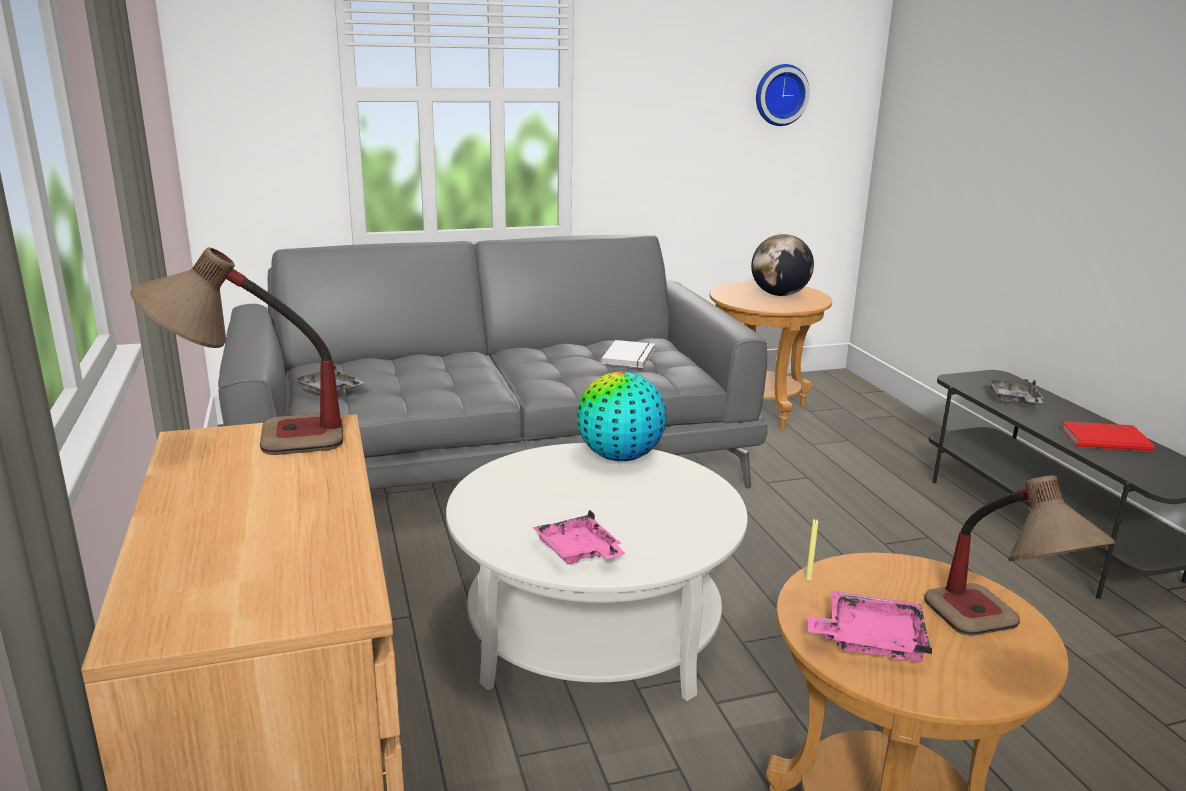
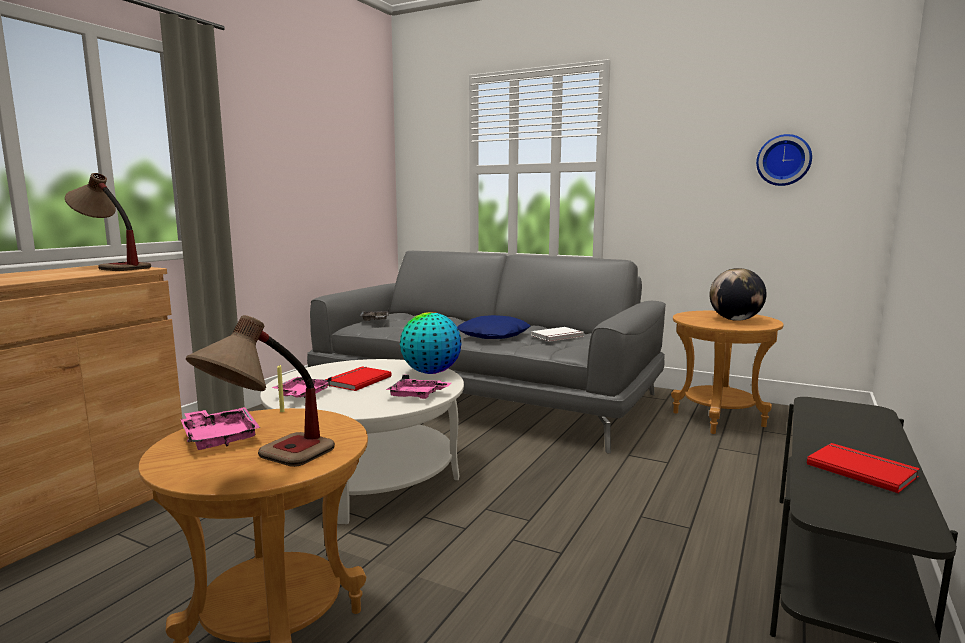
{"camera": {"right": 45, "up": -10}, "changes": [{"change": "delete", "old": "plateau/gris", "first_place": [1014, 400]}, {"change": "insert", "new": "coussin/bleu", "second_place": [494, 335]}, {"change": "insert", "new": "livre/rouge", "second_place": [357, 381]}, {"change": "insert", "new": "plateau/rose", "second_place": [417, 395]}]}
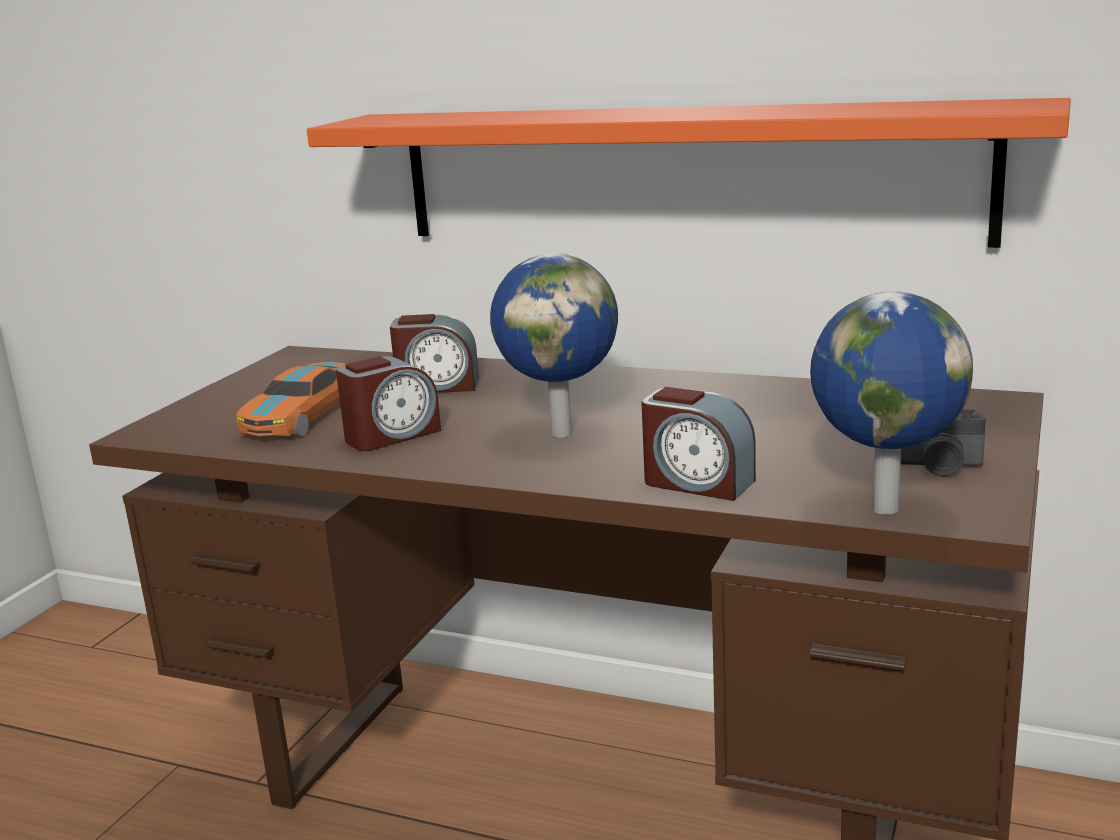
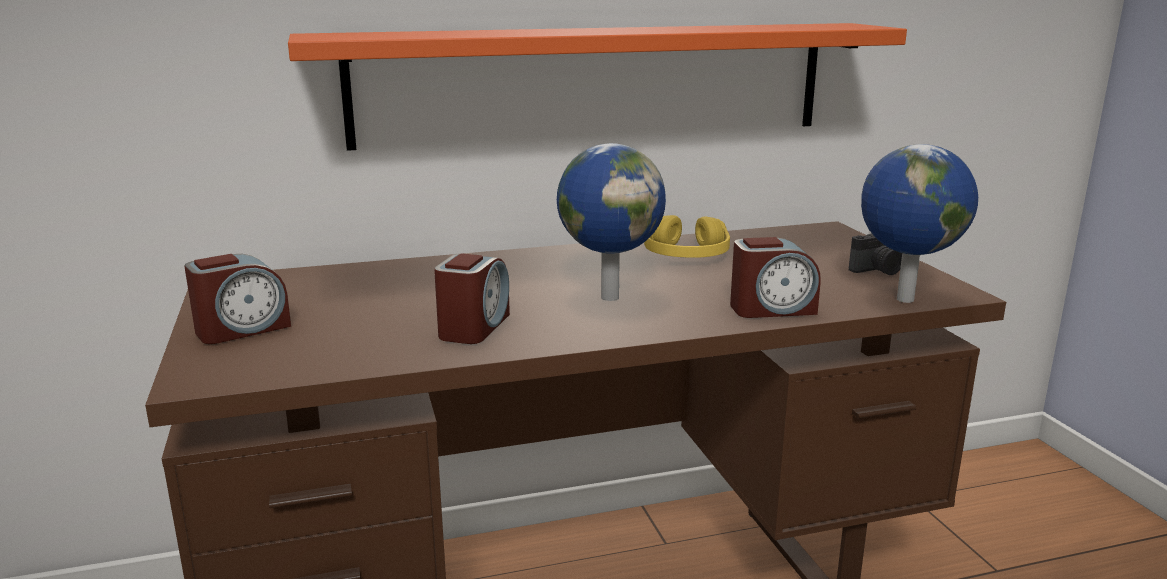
{"camera": {"right": -40, "up": 0}, "changes": [{"change": "move", "old": "réveil", "first_place": [437, 386], "second_place": [242, 329]}, {"change": "delete", "old": "petite voiture", "first_place": [300, 416]}, {"change": "insert", "new": "casque audio/jaune", "second_place": [686, 255]}]}
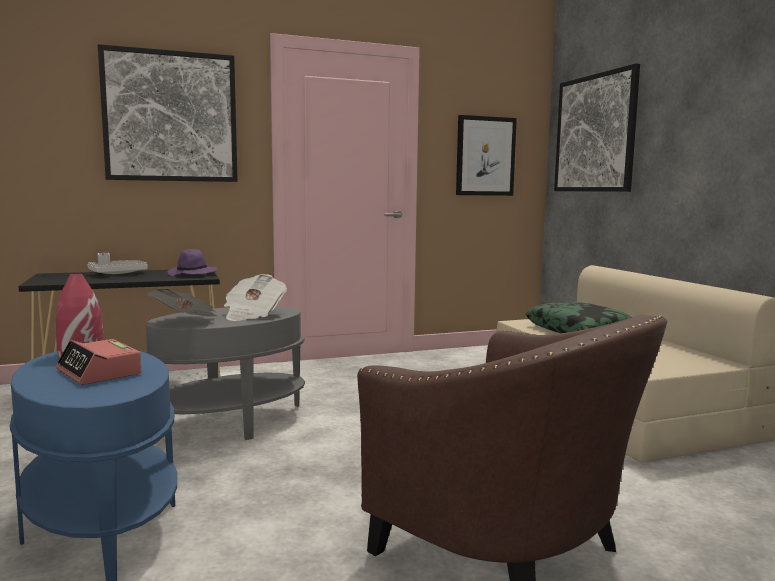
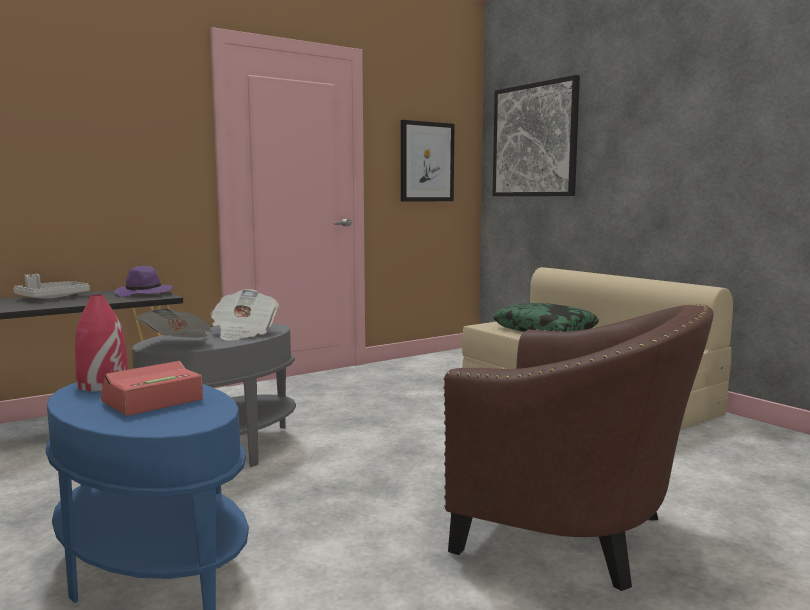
{"camera": {"right": -15, "up": 0}, "changes": [{"change": "delete", "old": "tableau", "first_place": [171, 117]}, {"change": "rotate", "old": "réveil", "first_place": [99, 372], "second_place": [152, 401], "degrees": 105}]}
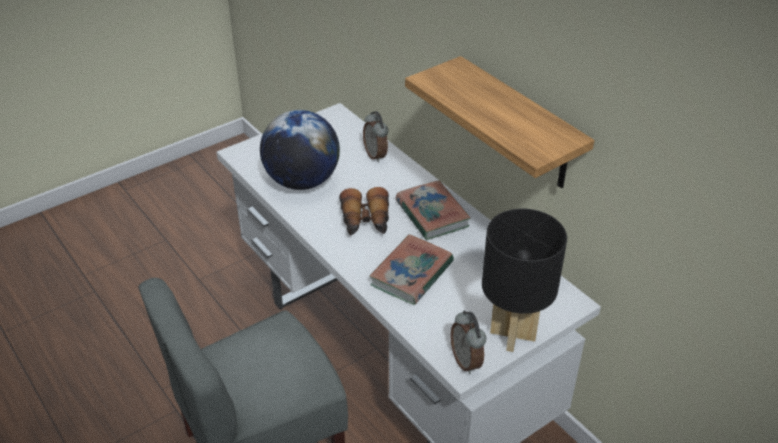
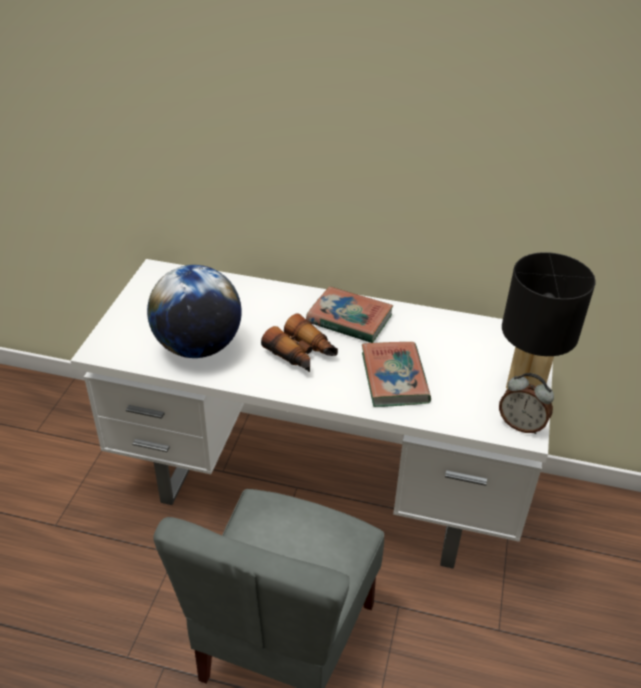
{"camera": {"right": -40, "up": 0}, "changes": [{"change": "delete", "old": "étagère", "first_place": [519, 125]}, {"change": "delete", "old": "réveil", "first_place": [376, 155]}]}
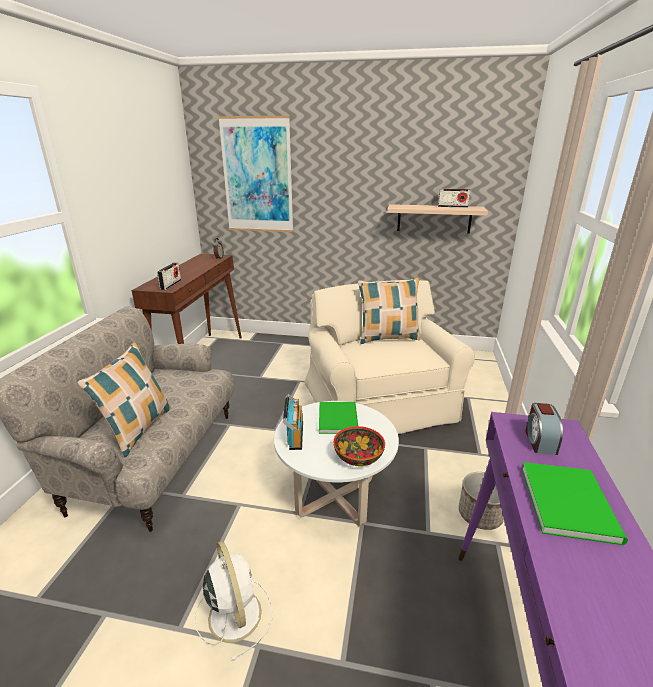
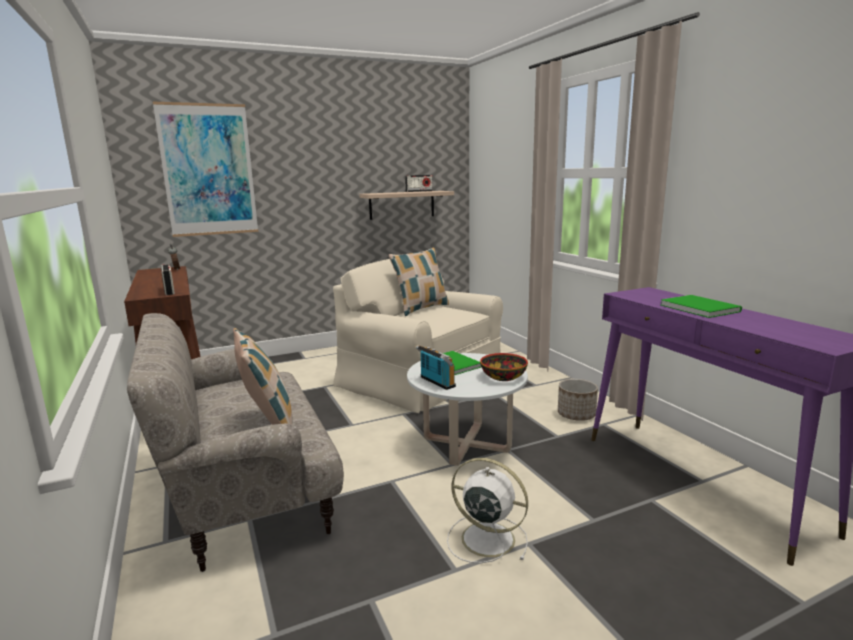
{"camera": {"right": -35, "up": -10}, "changes": [{"change": "delete", "old": "réveil", "first_place": [539, 441]}]}
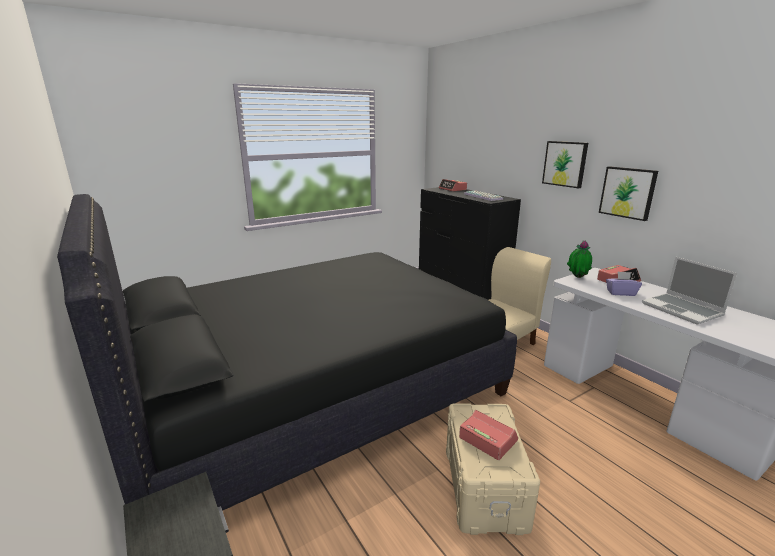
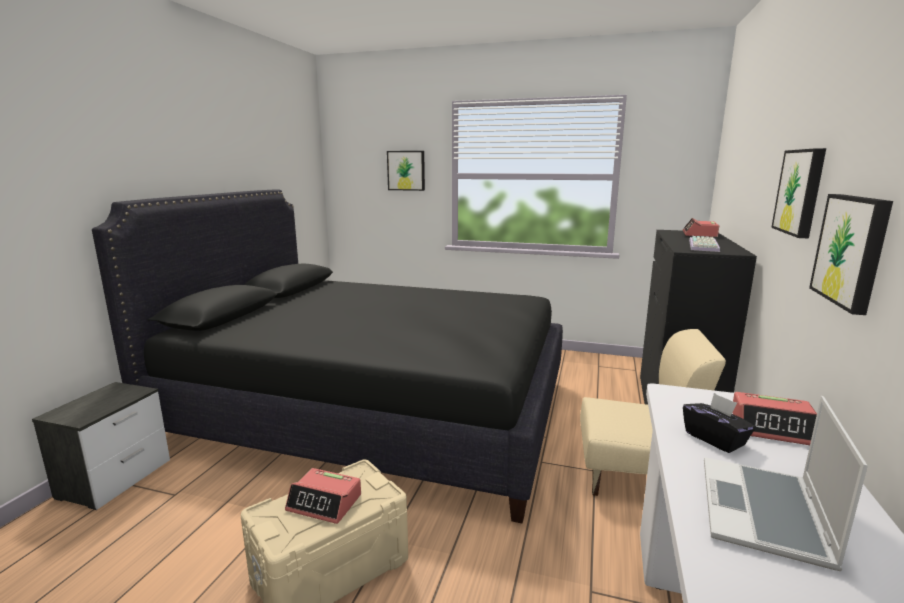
{"camera": {"right": 50, "up": -5}, "changes": [{"change": "delete", "old": "plante en pot", "first_place": [577, 278]}, {"change": "recolor", "old": "boîte à mouchoirs/violet", "new": "boîte à mouchoirs/noir", "first_place": [620, 293], "second_place": [715, 439]}, {"change": "rotate", "old": "réveil", "first_place": [487, 439], "second_place": [325, 503], "degrees": 105}, {"change": "insert", "new": "tableau", "second_place": [406, 170]}]}
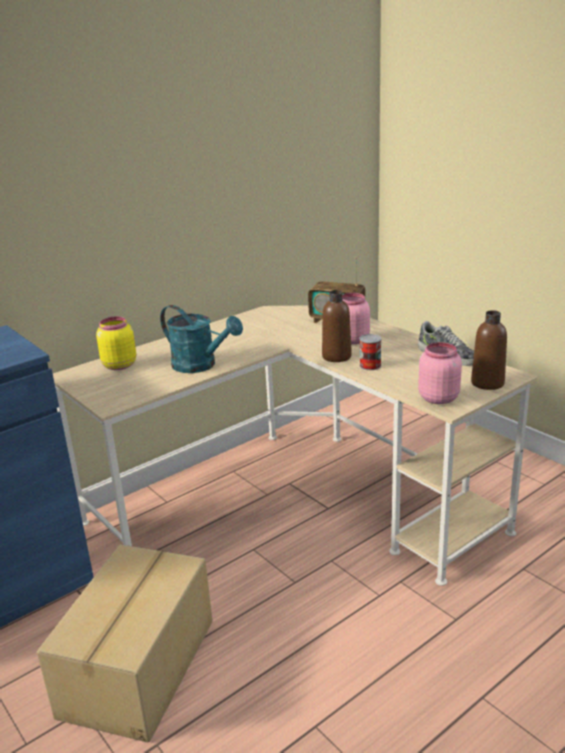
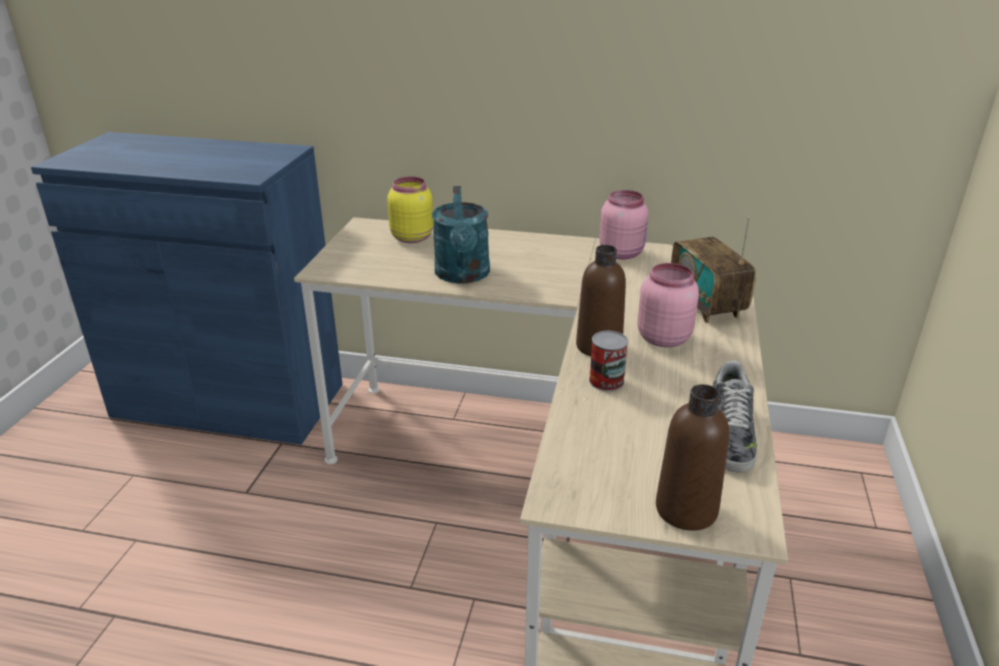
{"camera": {"right": 50, "up": 5}, "changes": [{"change": "move", "old": "bocal/rose", "first_place": [438, 397], "second_place": [622, 253]}, {"change": "delete", "old": "carton", "first_place": [141, 667]}]}
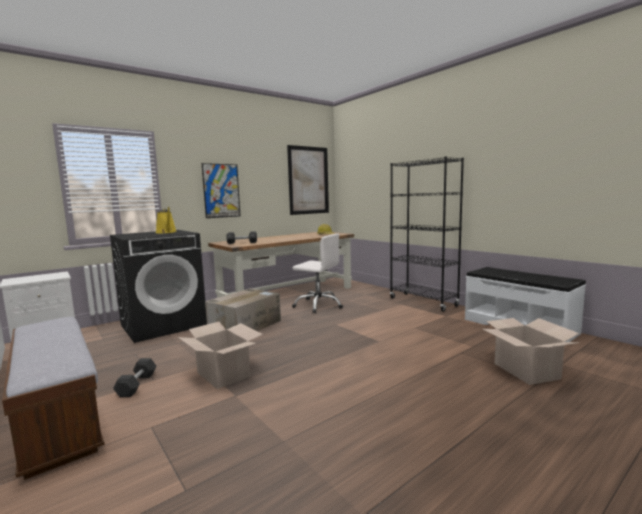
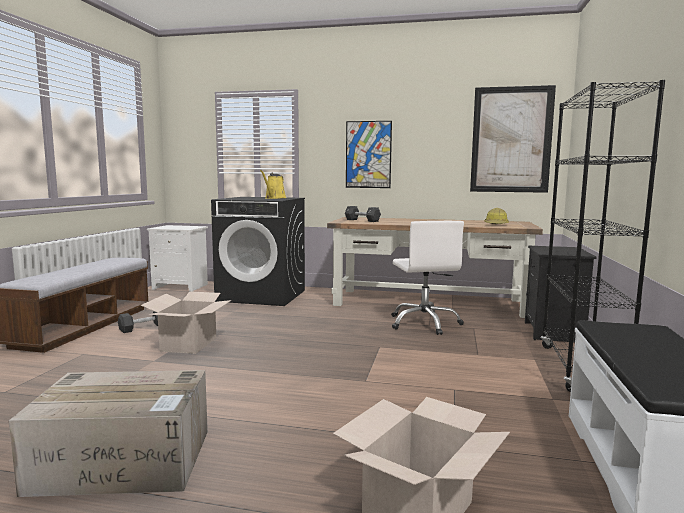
{"camera": {"right": 50, "up": 0}, "changes": [{"change": "move", "old": "carton", "first_place": [245, 325], "second_place": [125, 460]}, {"change": "insert", "new": "table de chevet/noir", "second_place": [554, 332]}]}
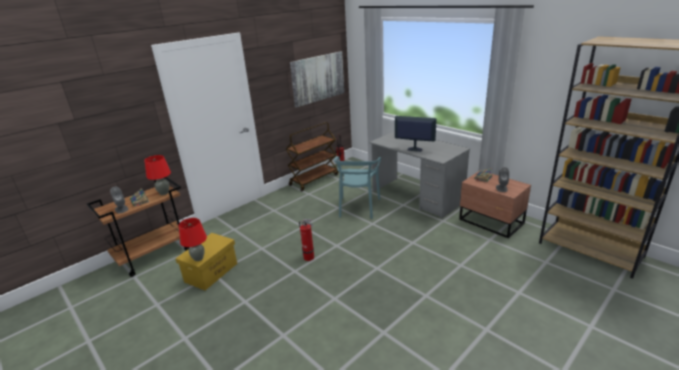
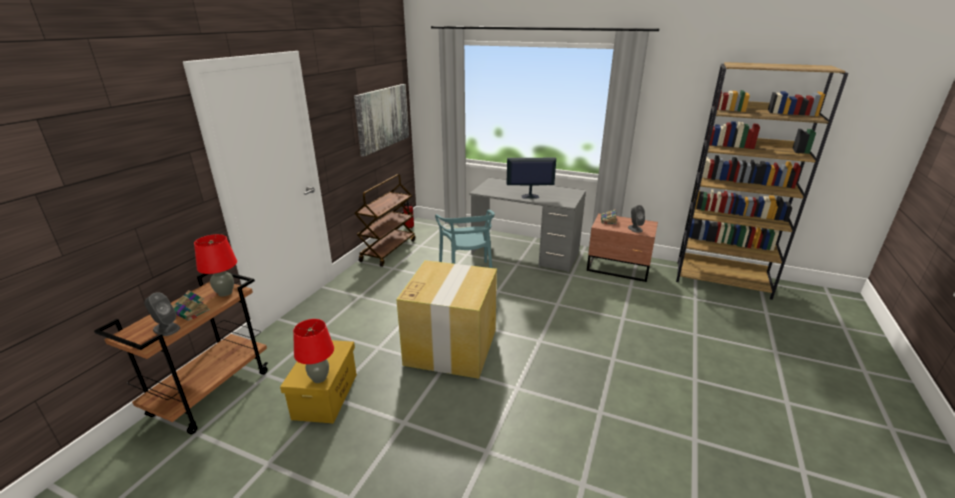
{"camera": {"right": -25, "up": 0}, "changes": [{"change": "replace", "old": "extincteur", "new": "carton", "first_place": [310, 258], "second_place": [451, 346]}]}
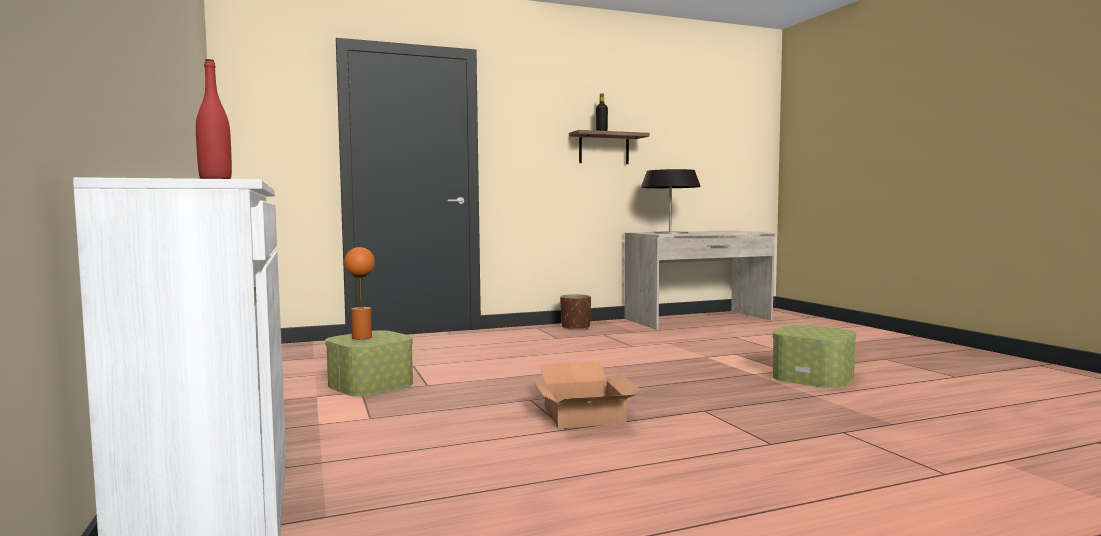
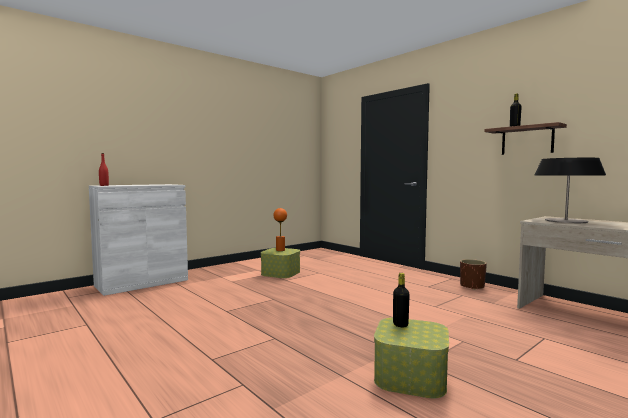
{"camera": {"right": 70, "up": 0}, "changes": [{"change": "delete", "old": "carton", "first_place": [582, 414]}, {"change": "insert", "new": "bouteille/noir", "second_place": [400, 324]}]}
